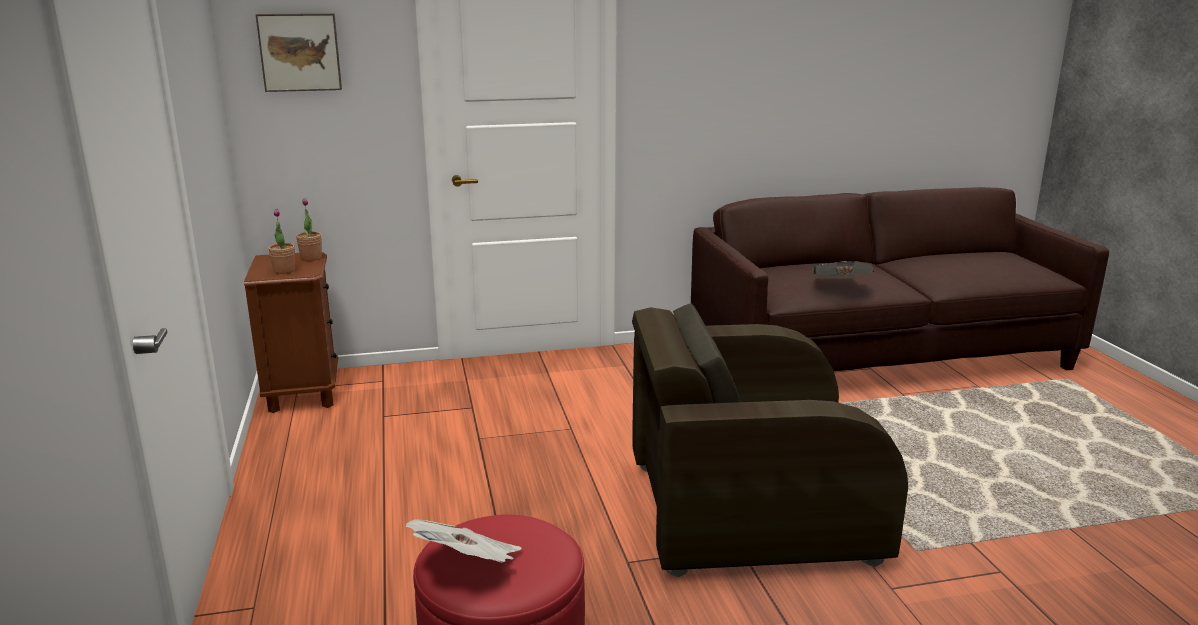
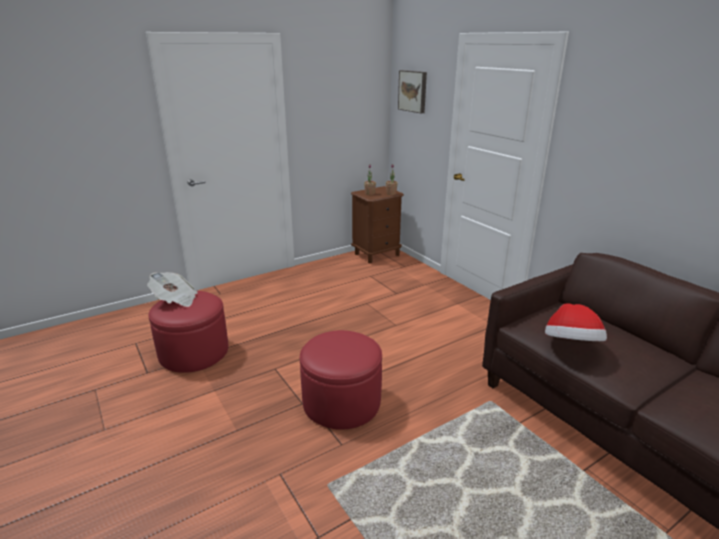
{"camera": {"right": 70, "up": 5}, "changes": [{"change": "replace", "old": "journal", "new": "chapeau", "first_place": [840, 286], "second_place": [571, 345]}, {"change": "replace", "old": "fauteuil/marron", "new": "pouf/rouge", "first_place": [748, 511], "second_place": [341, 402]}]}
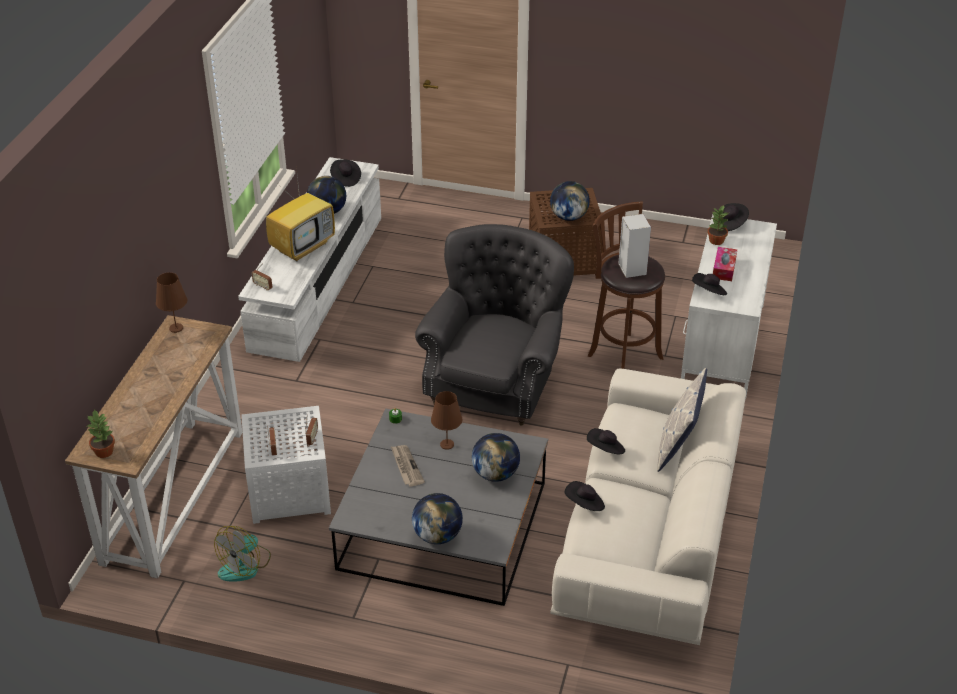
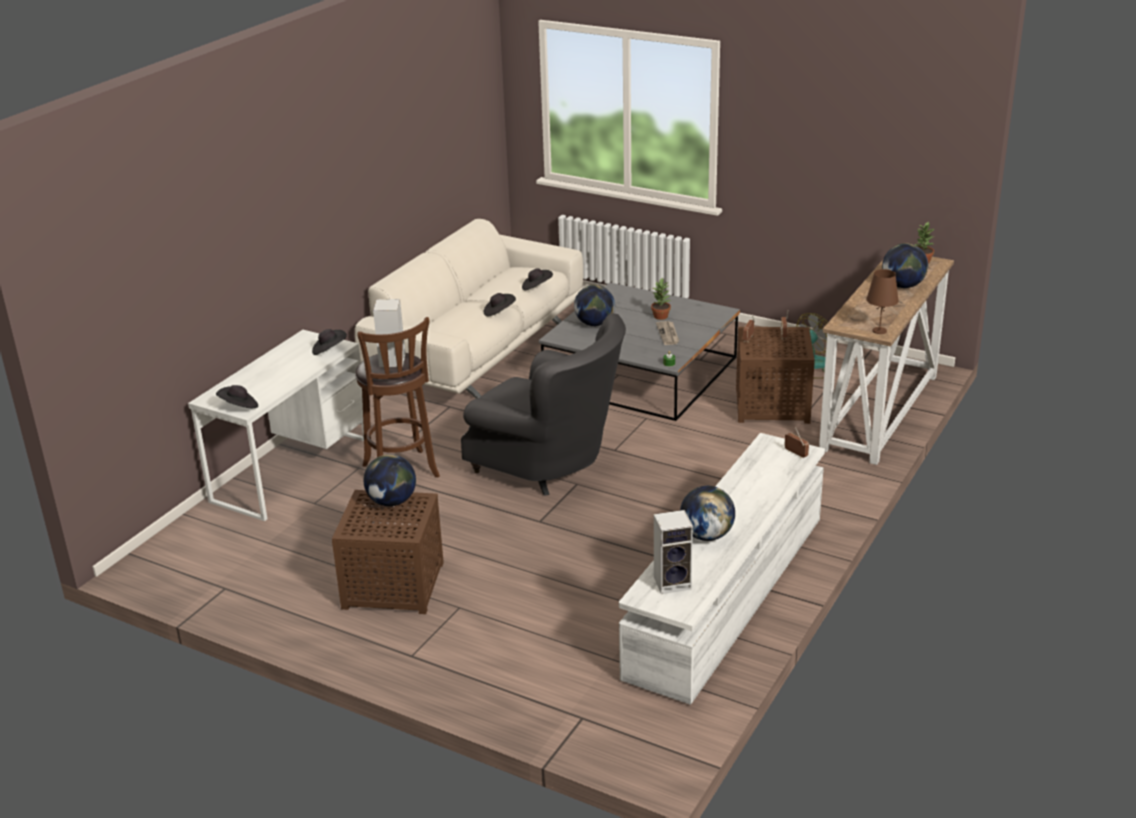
{"camera": {"right": -165, "up": -10}, "changes": [{"change": "replace", "old": "chapeau/noir", "new": "enceinte", "first_place": [345, 179], "second_place": [673, 582]}, {"change": "delete", "old": "téléviseur", "first_place": [303, 246]}, {"change": "move", "old": "plante en pot", "first_place": [716, 241], "second_place": [661, 316]}, {"change": "rotate", "old": "fauteuil/gris", "first_place": [495, 381], "second_place": [548, 465], "degrees": -90}, {"change": "delete", "old": "boîte à mouchoirs", "first_place": [724, 269]}, {"change": "delete", "old": "coussin", "first_place": [678, 447]}, {"change": "delete", "old": "lampe de table/marron", "first_place": [447, 444]}, {"change": "recolor", "old": "table d'appoint/blanc", "new": "table d'appoint/marron", "first_place": [288, 490], "second_place": [773, 406]}, {"change": "move", "old": "globe", "first_place": [437, 535], "second_place": [903, 286]}]}
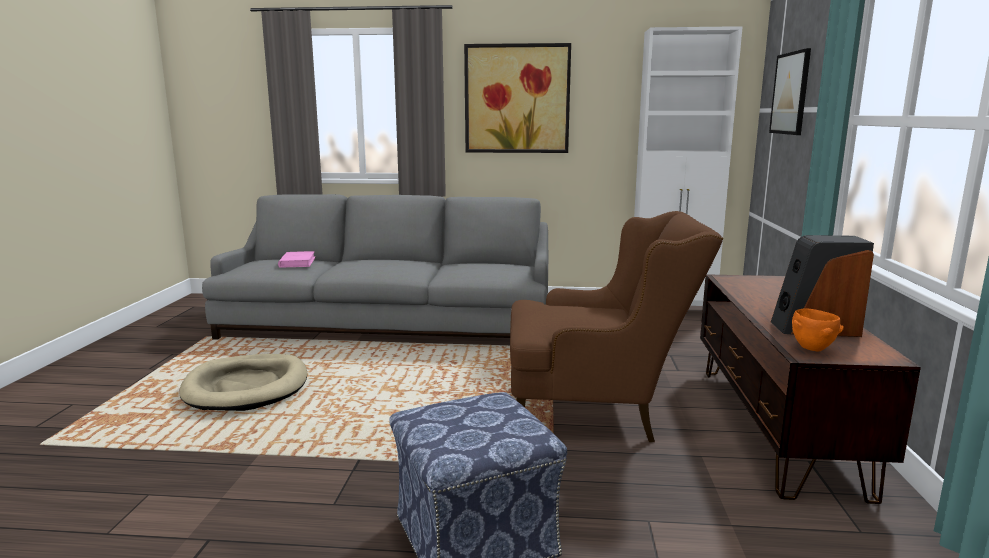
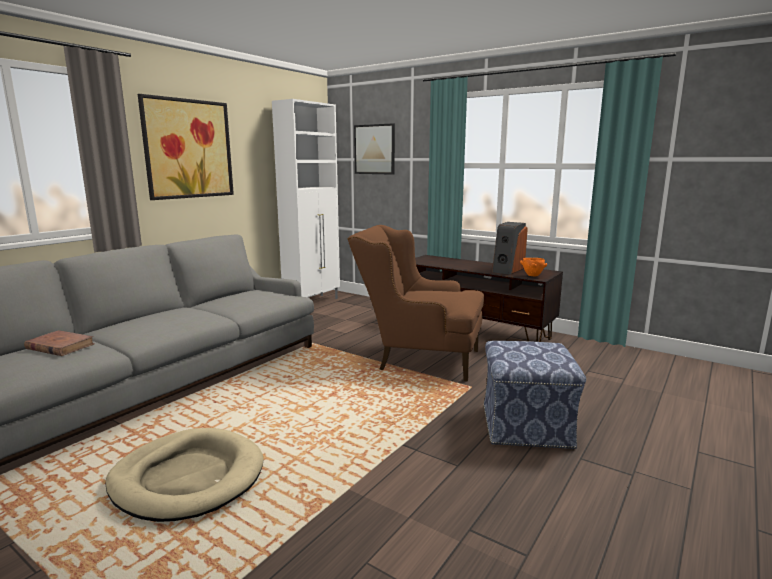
{"camera": {"right": -60, "up": 0}, "changes": [{"change": "rotate", "old": "fauteuil/marron", "first_place": [597, 412], "second_place": [418, 358], "degrees": -105}, {"change": "recolor", "old": "livre/rose", "new": "livre/marron", "first_place": [297, 262], "second_place": [60, 346]}]}
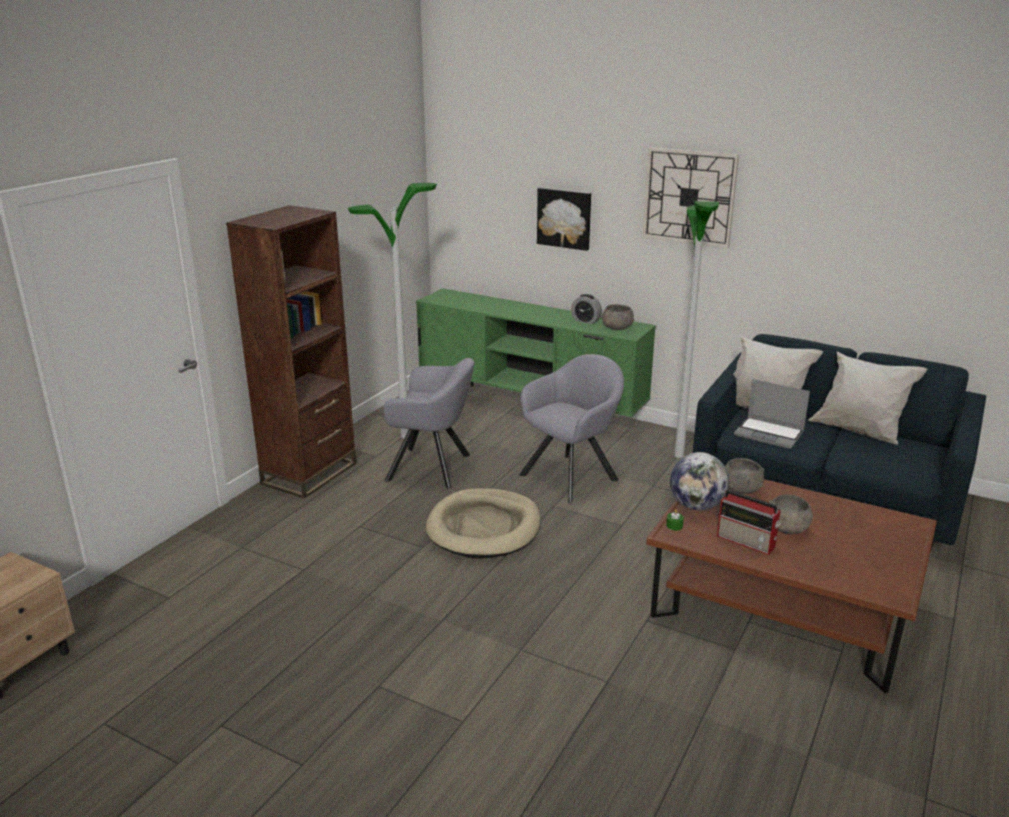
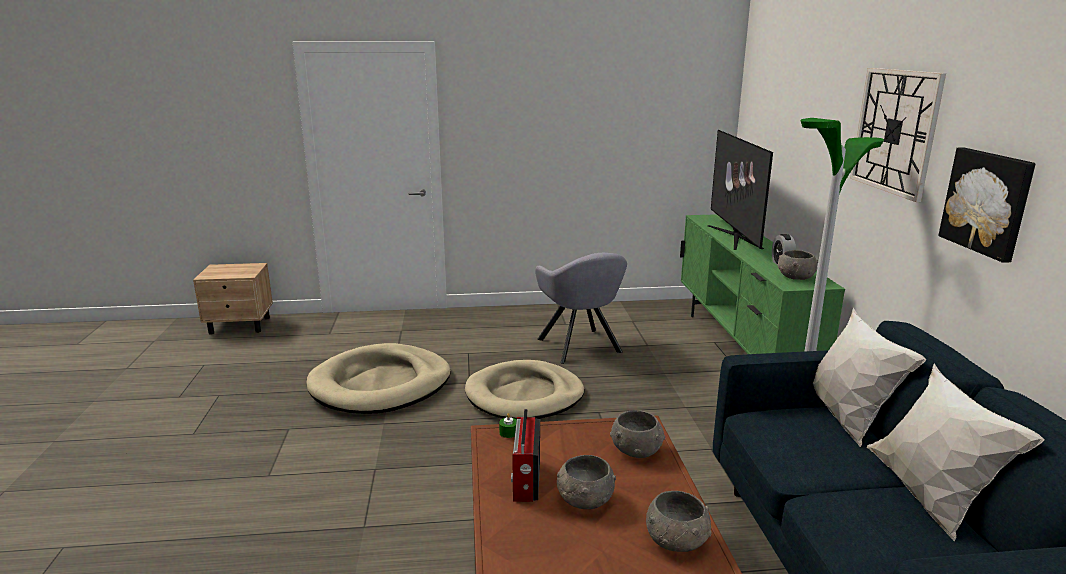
{"camera": {"right": 55, "up": -5}, "changes": [{"change": "delete", "old": "lampadaire", "first_place": [405, 436]}, {"change": "move", "old": "tableau", "first_place": [564, 218], "second_place": [987, 202]}, {"change": "delete", "old": "bibliothèque/marron", "first_place": [309, 473]}, {"change": "delete", "old": "fauteuil/gris", "first_place": [573, 475]}, {"change": "delete", "old": "ordinateur portable", "first_place": [770, 434]}, {"change": "delete", "old": "globe", "first_place": [696, 506]}, {"change": "insert", "new": "téléviseur", "second_place": [734, 236]}, {"change": "insert", "new": "panier pour chien/beige", "second_place": [381, 384]}, {"change": "insert", "new": "bol/gris", "second_place": [677, 541]}]}
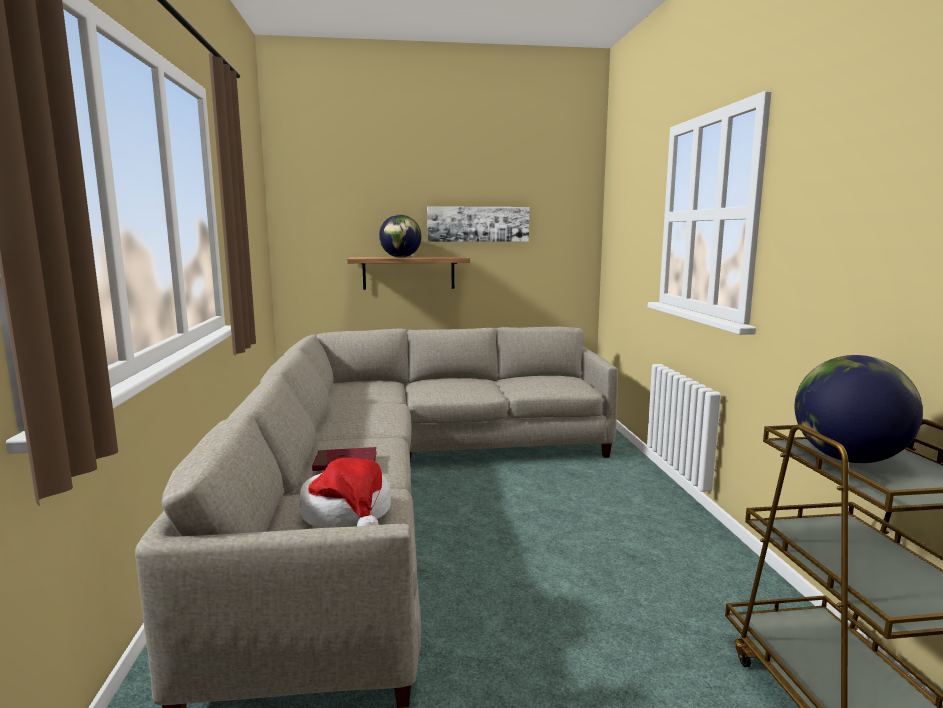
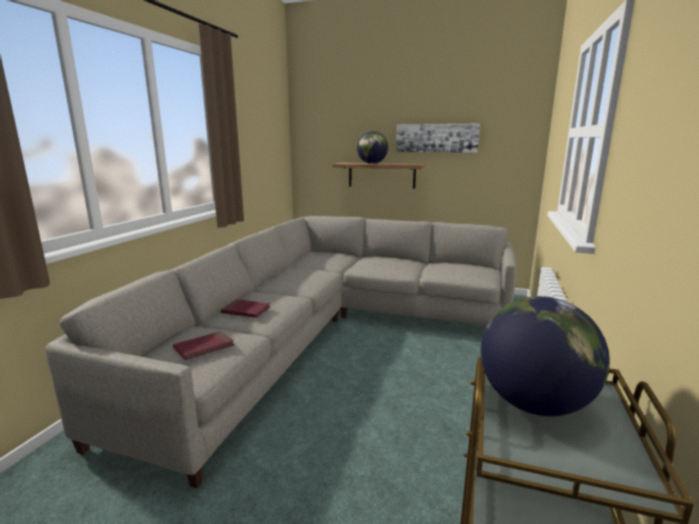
{"camera": {"right": 25, "up": 5}, "changes": [{"change": "replace", "old": "chapeau", "new": "livre/rouge", "first_place": [348, 513], "second_place": [204, 347]}]}
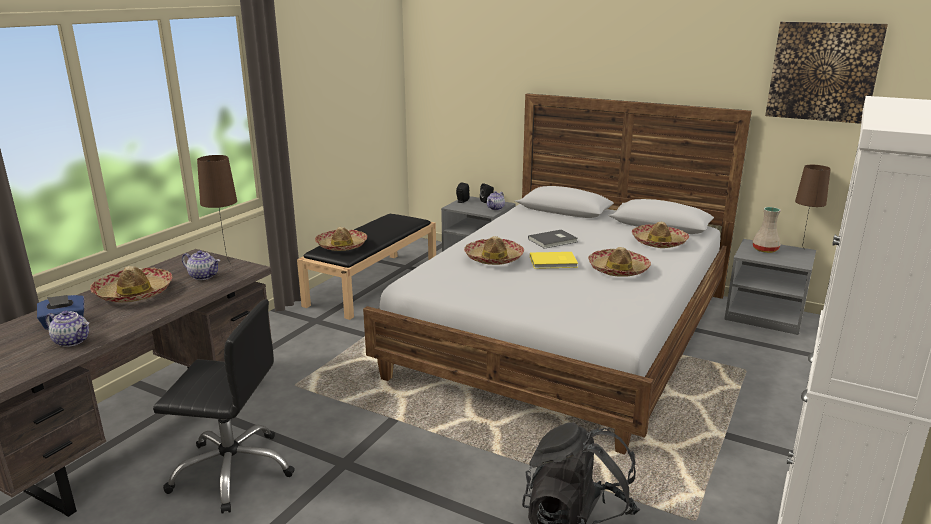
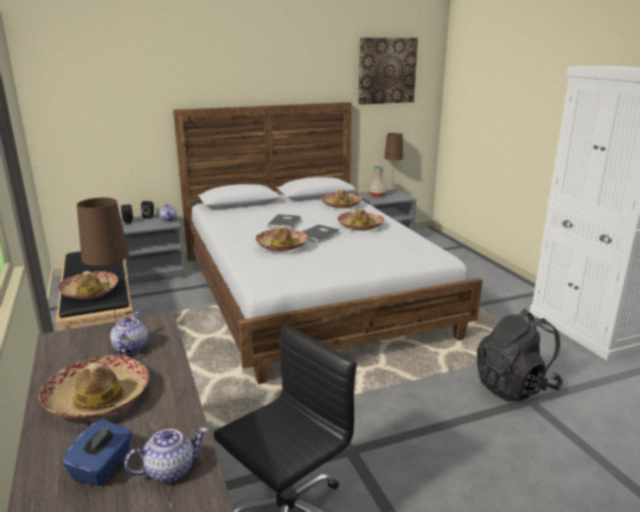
{"camera": {"right": -50, "up": 0}, "changes": [{"change": "rotate", "old": "théière", "first_place": [204, 276], "second_place": [130, 348], "degrees": -60}, {"change": "recolor", "old": "livre/jaune", "new": "livre/gris", "first_place": [554, 262], "second_place": [319, 235]}]}
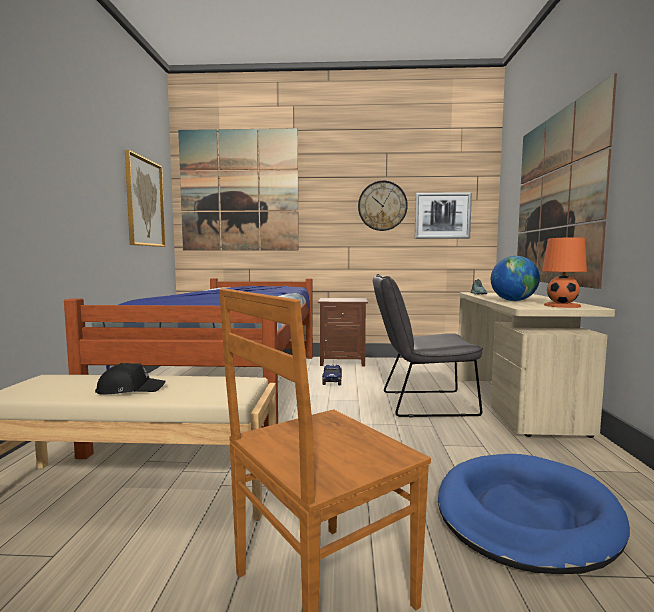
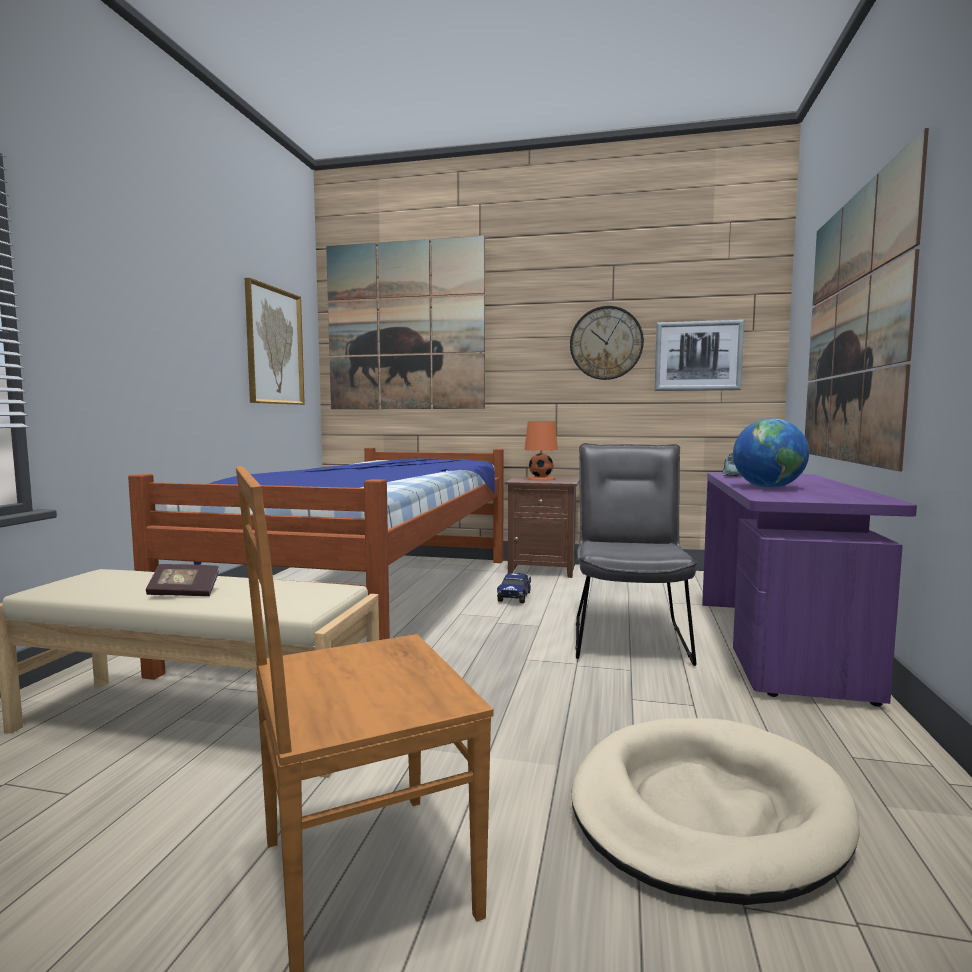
{"camera": {"right": 10, "up": 0}, "changes": [{"change": "move", "old": "lampe de table/orange", "first_place": [561, 305], "second_place": [540, 479]}, {"change": "rotate", "old": "chaise/gris", "first_place": [421, 403], "second_place": [629, 636], "degrees": 90}, {"change": "recolor", "old": "bureau/beige", "new": "bureau/violet", "first_place": [517, 403], "second_place": [780, 646]}, {"change": "replace", "old": "casquette/noir", "new": "livre", "first_place": [130, 389], "second_place": [184, 593]}, {"change": "recolor", "old": "panier pour chien/bleu", "new": "panier pour chien/beige", "first_place": [525, 515], "second_place": [706, 811]}]}
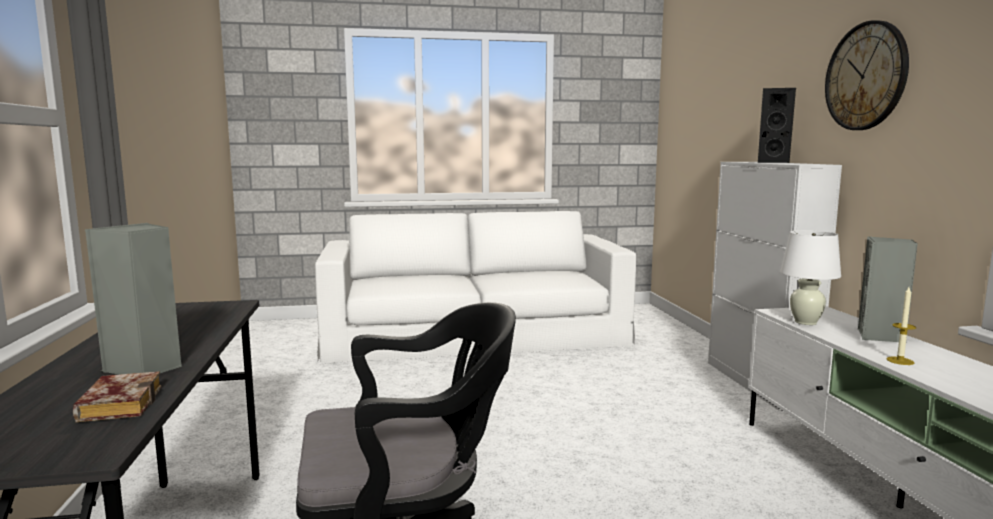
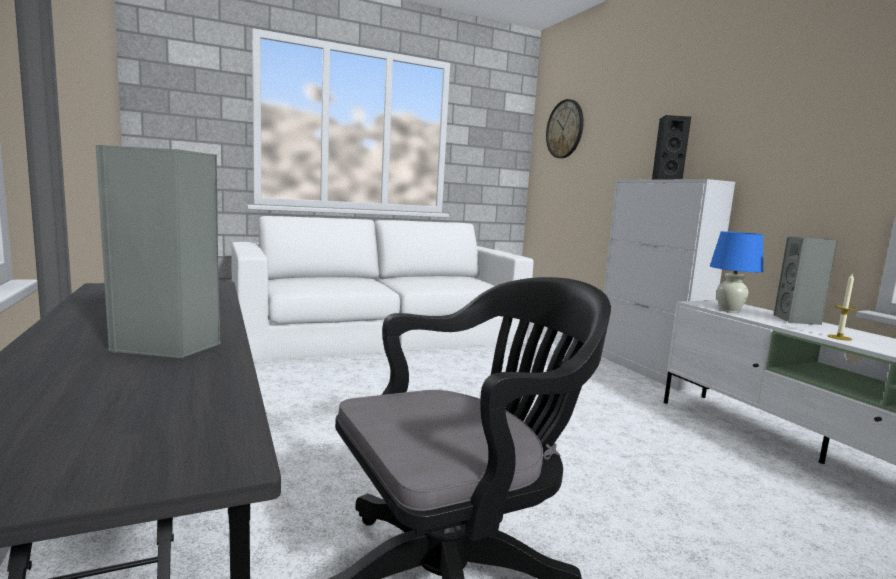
{"camera": {"right": -15, "up": 0}, "changes": [{"change": "move", "old": "horloge murale", "first_place": [866, 76], "second_place": [565, 129]}, {"change": "recolor", "old": "lampe de table/blanc", "new": "lampe de table/bleu", "first_place": [805, 322], "second_place": [729, 311]}, {"change": "delete", "old": "livre", "first_place": [119, 403]}]}
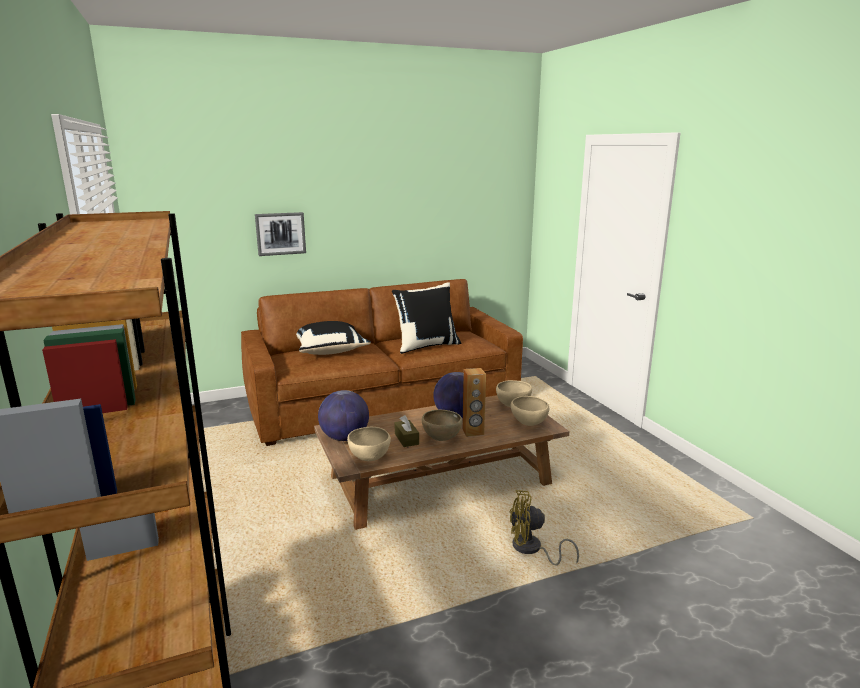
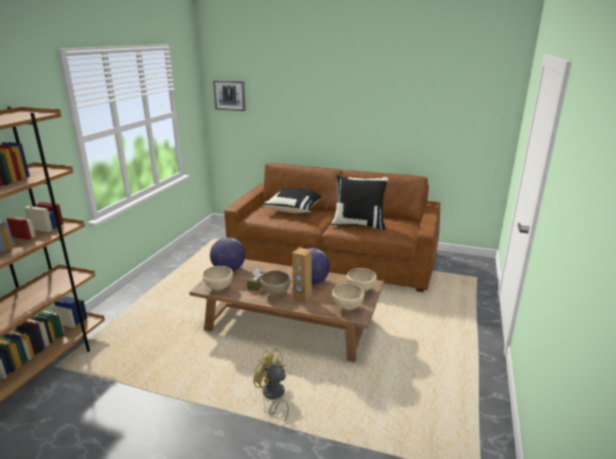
{"camera": {"right": 40, "up": 5}, "changes": [{"change": "move", "old": "tableau", "first_place": [280, 233], "second_place": [229, 95]}]}
